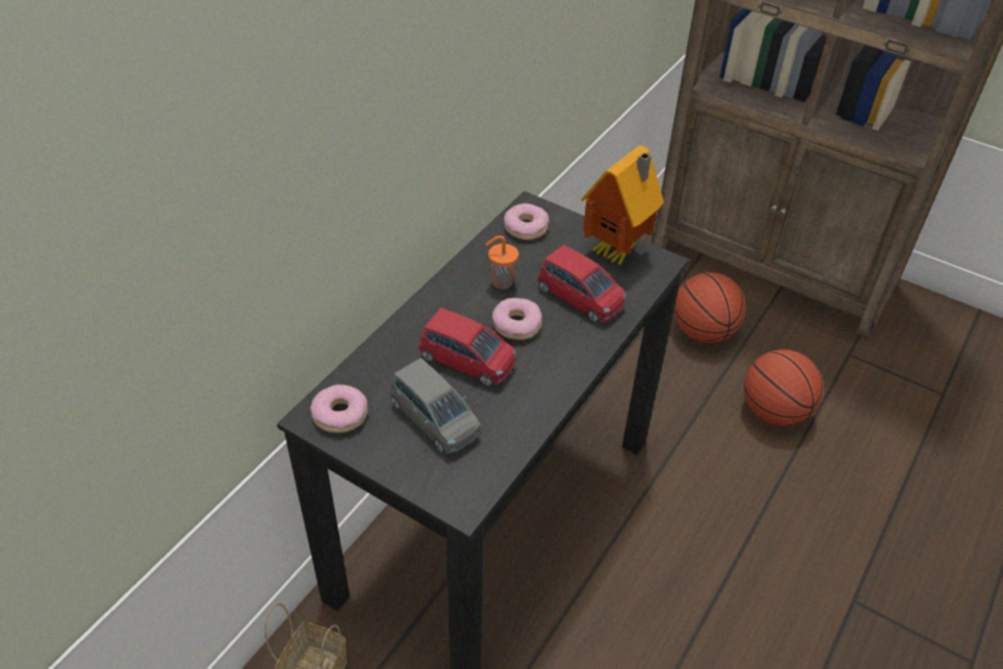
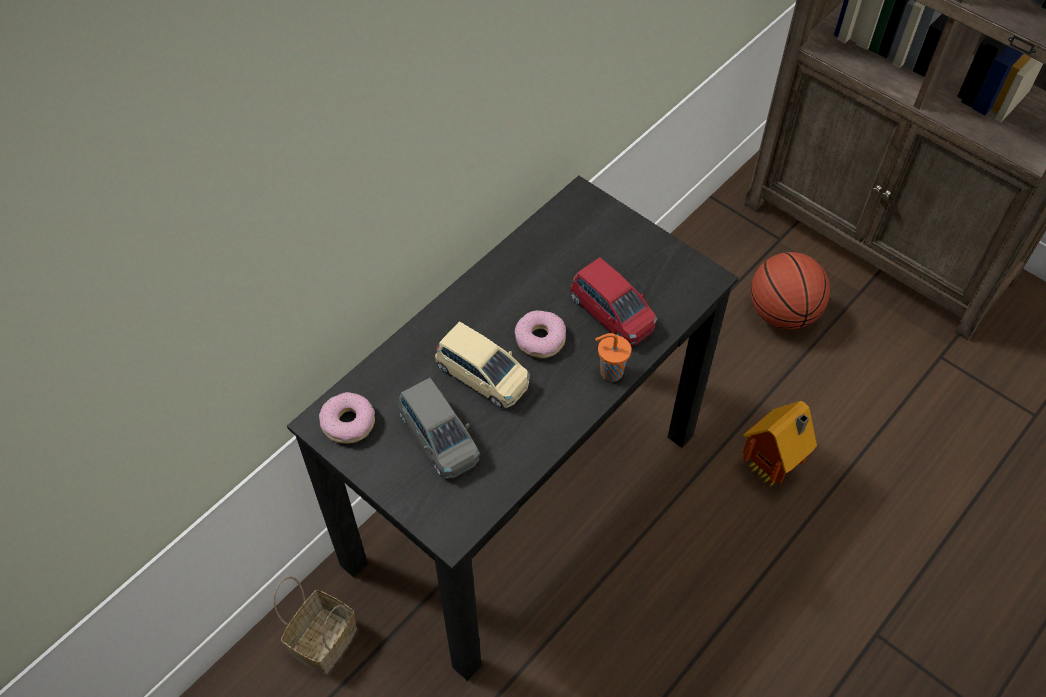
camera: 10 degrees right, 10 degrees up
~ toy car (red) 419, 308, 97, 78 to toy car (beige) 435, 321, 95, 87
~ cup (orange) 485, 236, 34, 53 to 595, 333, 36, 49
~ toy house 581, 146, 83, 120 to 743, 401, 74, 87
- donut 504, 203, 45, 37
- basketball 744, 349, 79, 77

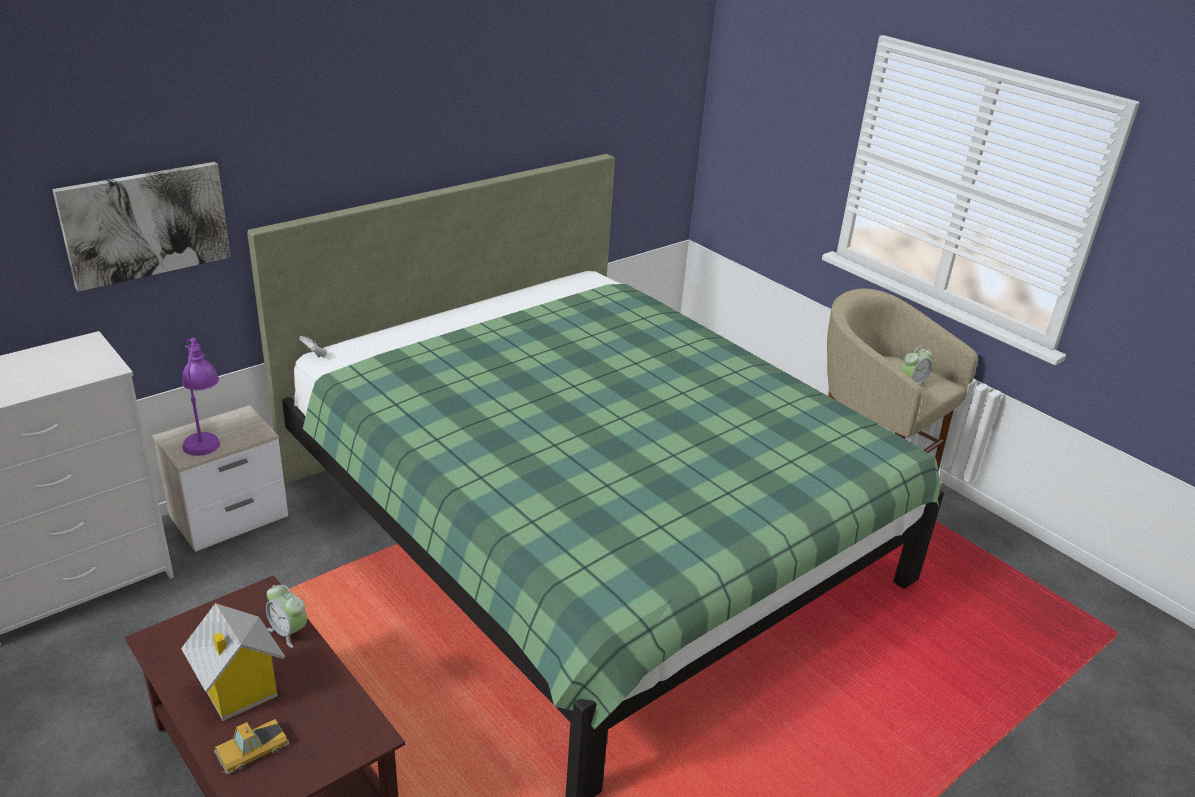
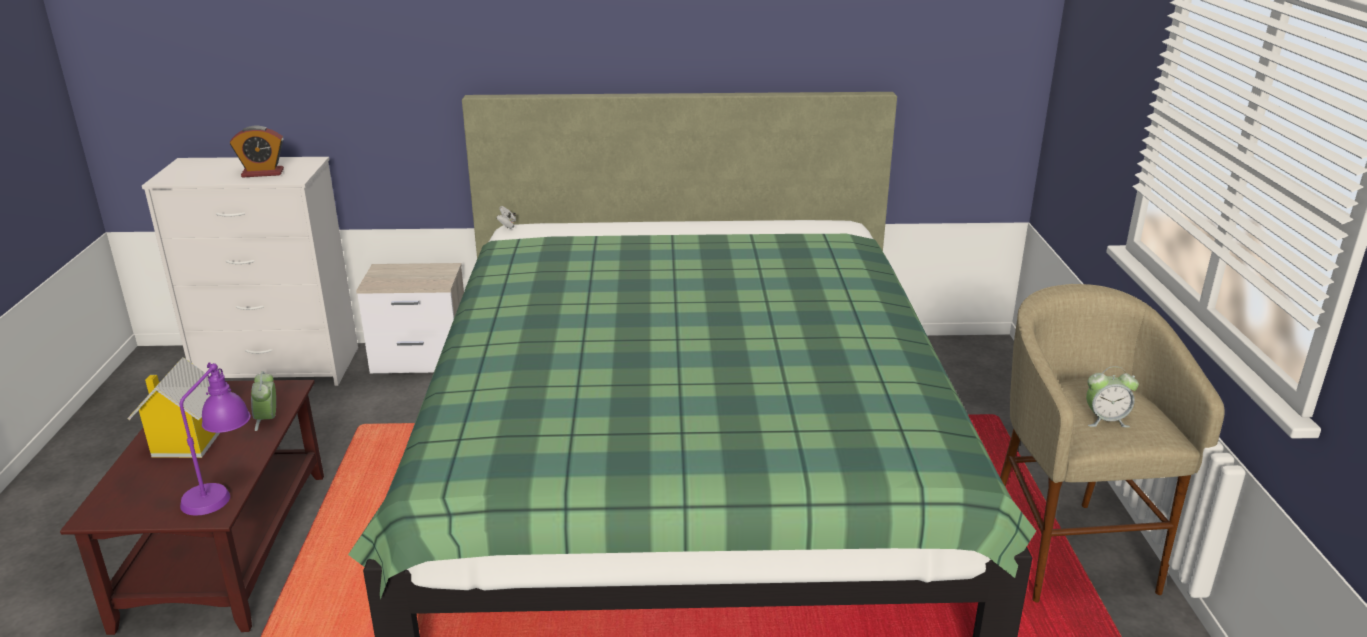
camera: 40 degrees right, 5 degrees down
~ table lamp (purple) 182, 338, 38, 118 to 180, 362, 71, 154
+ alarm clock 230, 125, 54, 53
- picture 52, 162, 179, 130
- toy car 214, 719, 75, 56

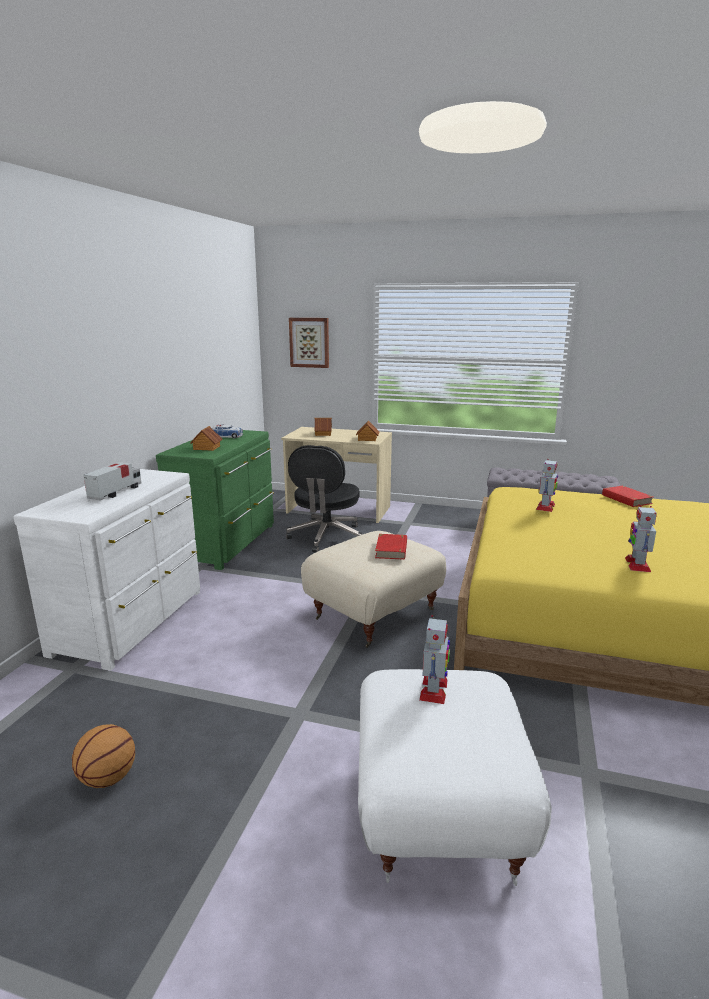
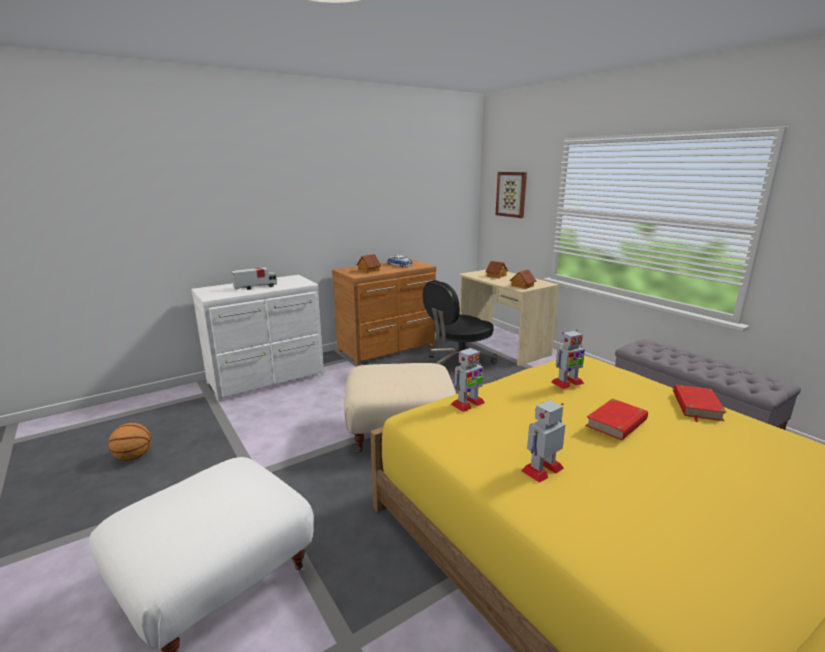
camera: 40 degrees right, 0 degrees up
~ dresser (green) 156, 430, 118, 140 to dresser (brown) 332, 259, 104, 106
~ toy robot 419, 615, 31, 89 to 451, 346, 34, 66
~ book (red) 375, 534, 32, 26 to 585, 399, 63, 41

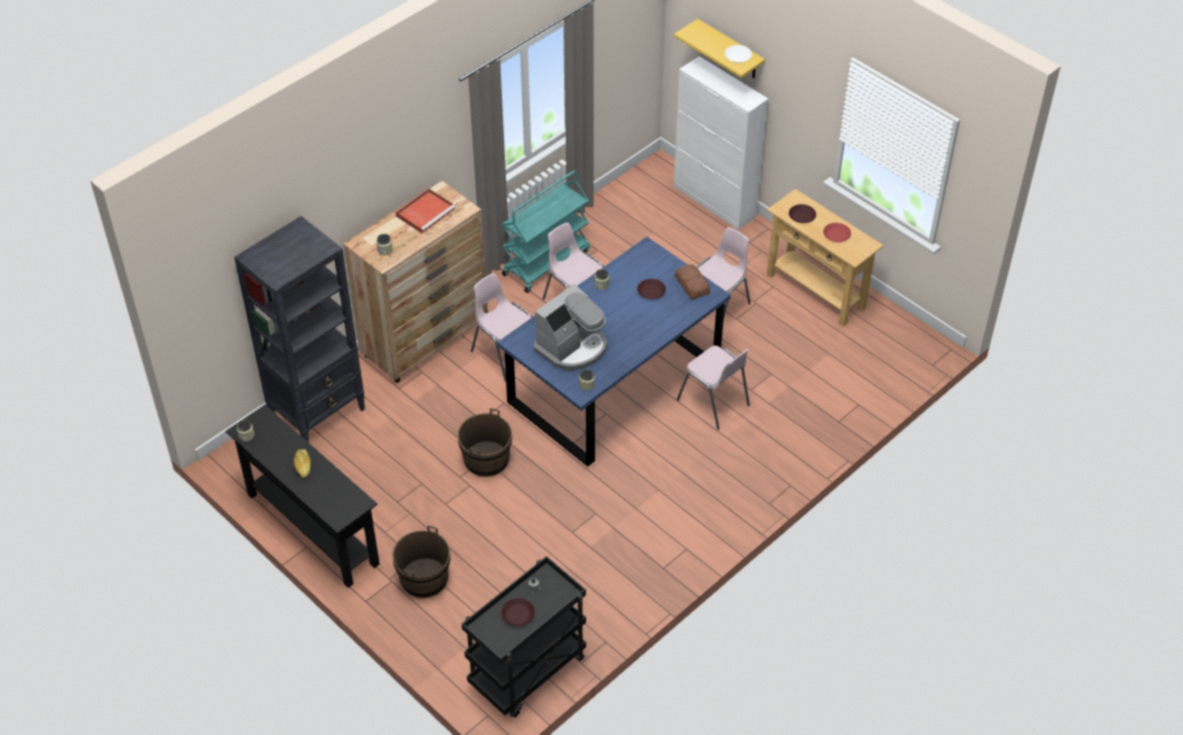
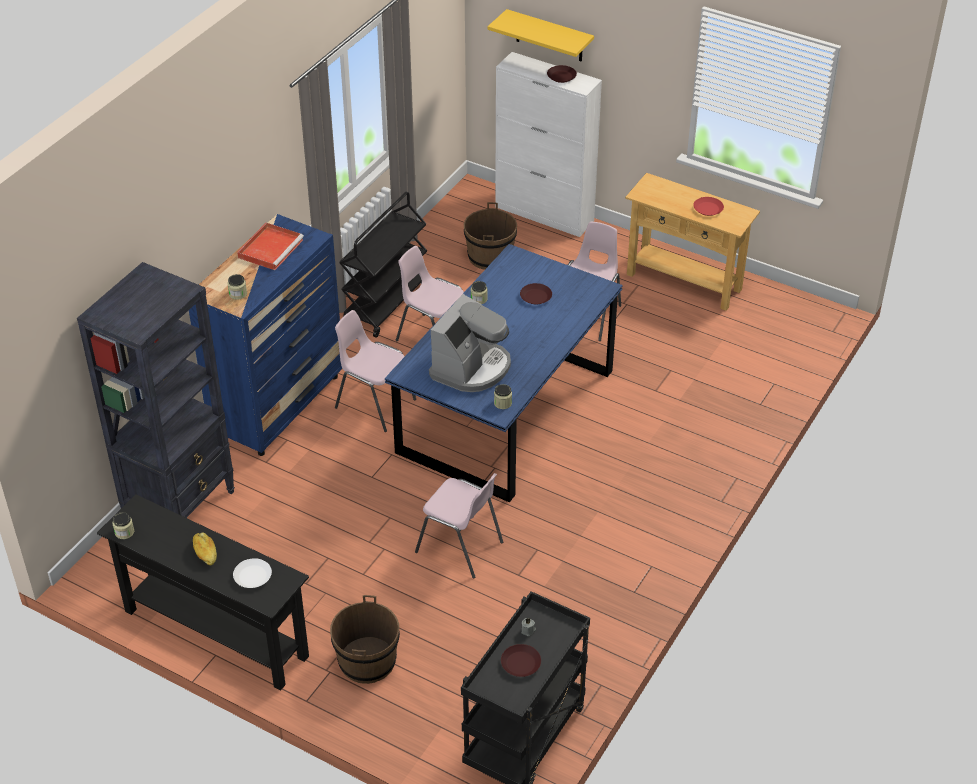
camera: 15 degrees left, 5 degrees down
~ dresser (brown) 343, 181, 145, 201 to dresser (blue) 189, 214, 154, 242
~ plate (white) 725, 45, 27, 18 to 233, 558, 39, 30
~ cart (turquoise) 502, 171, 88, 122 to cart (black) 339, 192, 88, 146
~ chair (pink) 677, 346, 73, 84 to 415, 473, 88, 105
~ bucket (brown) 457, 408, 55, 69 to 464, 202, 53, 68
~ plate (brown) 789, 204, 27, 19 to 547, 65, 30, 18
- bread 675, 264, 35, 36

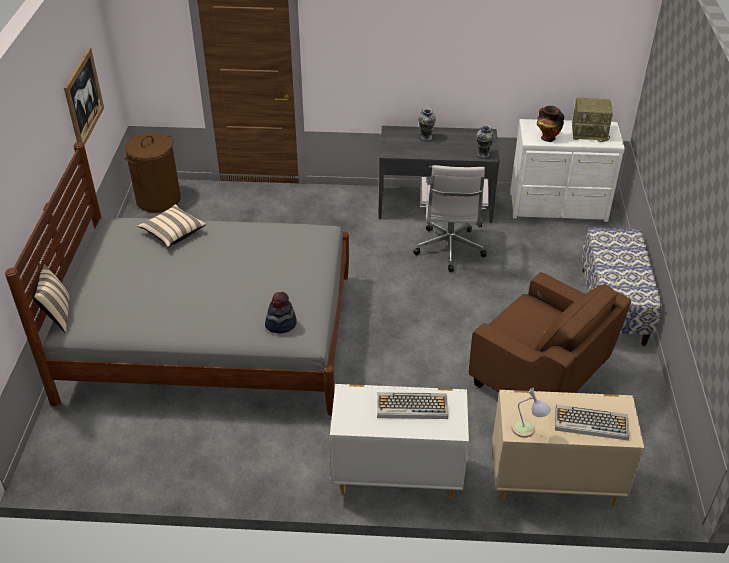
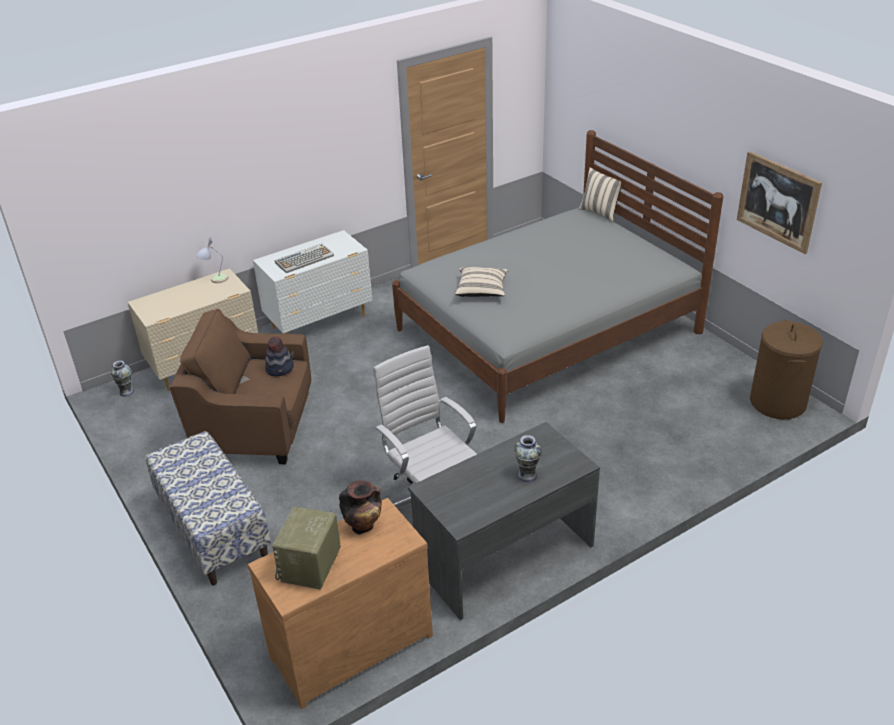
camera: 145 degrees right, 5 degrees down
~ vase 476, 125, 19, 34 to 111, 360, 23, 37
~ dresser (white) 510, 119, 115, 103 to dresser (brown) 248, 498, 185, 211
~ hat 265, 292, 32, 42 to 265, 336, 29, 41
~ radio 572, 98, 41, 44 = 272, 507, 69, 83 45 degrees counterclockwise
~ pillow (beige) 137, 204, 69, 43 to 455, 267, 53, 30
- keyboard 555, 404, 74, 36

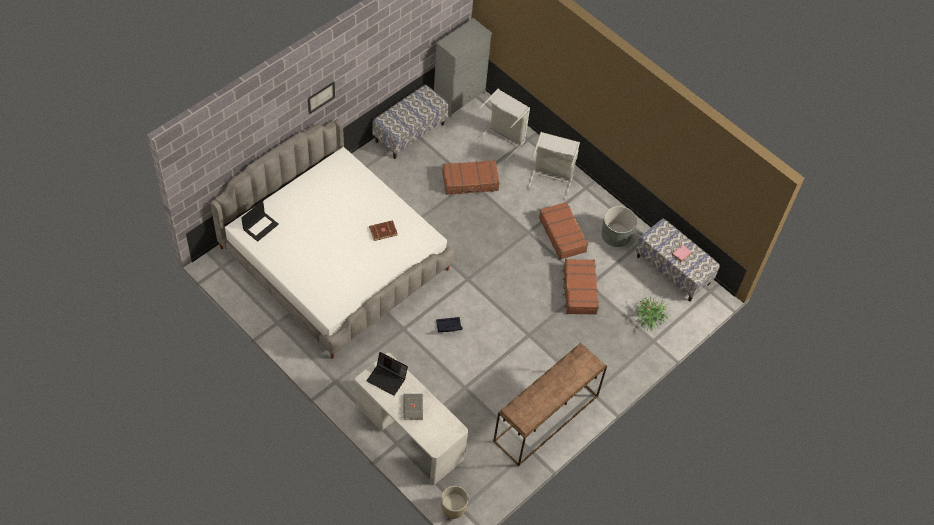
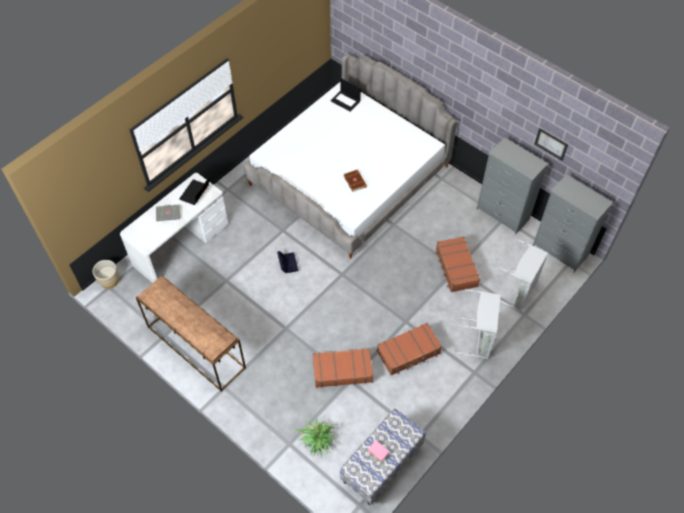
camera: 90 degrees right, 0 degrees up
~ bench 372, 85, 76, 74 to dresser (grey) 477, 137, 71, 98
~ picture 308, 81, 27, 33 to 535, 128, 33, 33
- planter (grey) 602, 206, 35, 41

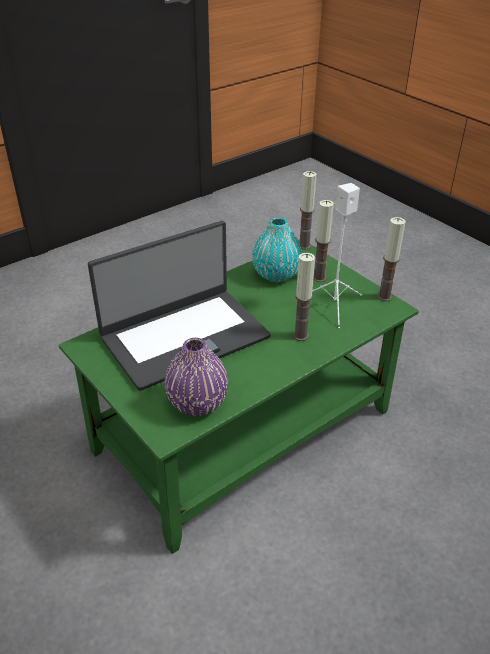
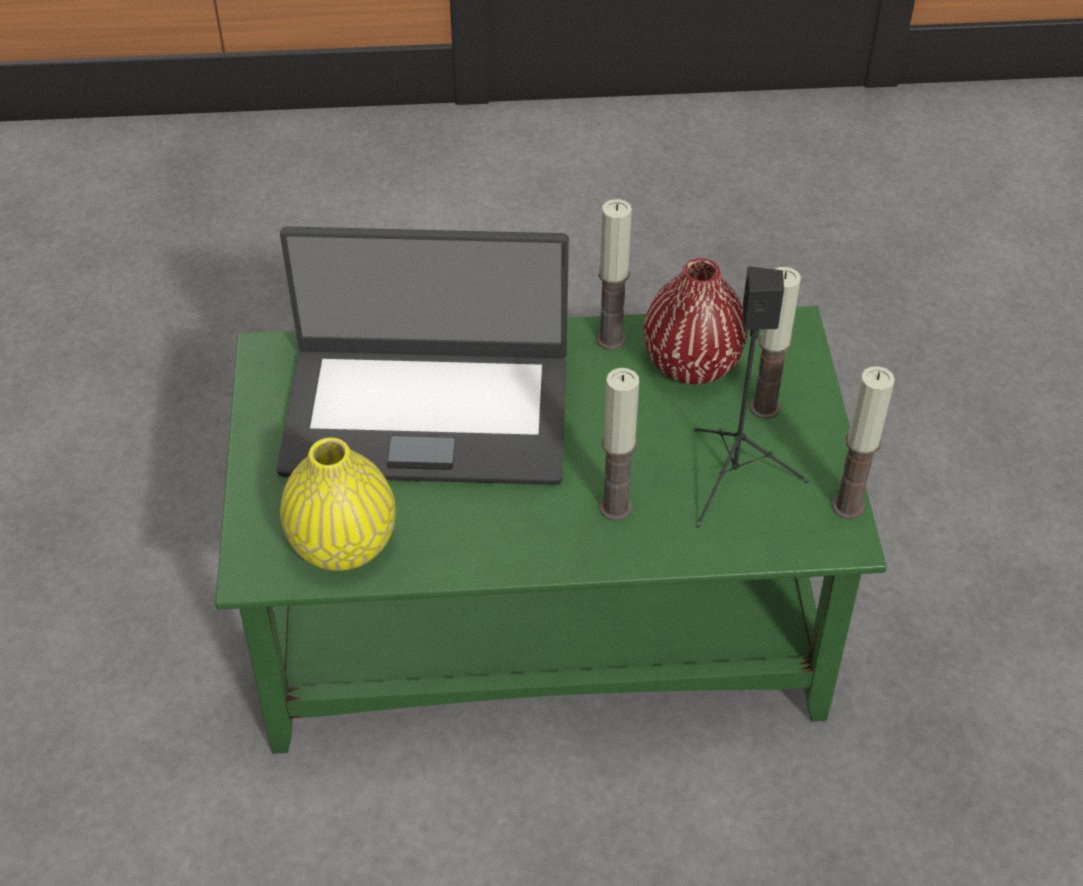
camera: 35 degrees right, 10 degrees up
~ vase (purple) 165, 338, 63, 78 to vase (yellow) 280, 438, 116, 133
~ candle 300, 171, 17, 79 to 596, 199, 36, 151
~ vase (turquoise) 252, 217, 50, 65 to vase (red) 644, 258, 104, 126
~ speaker (white) 312, 183, 50, 145 to speaker (black) 694, 266, 115, 262

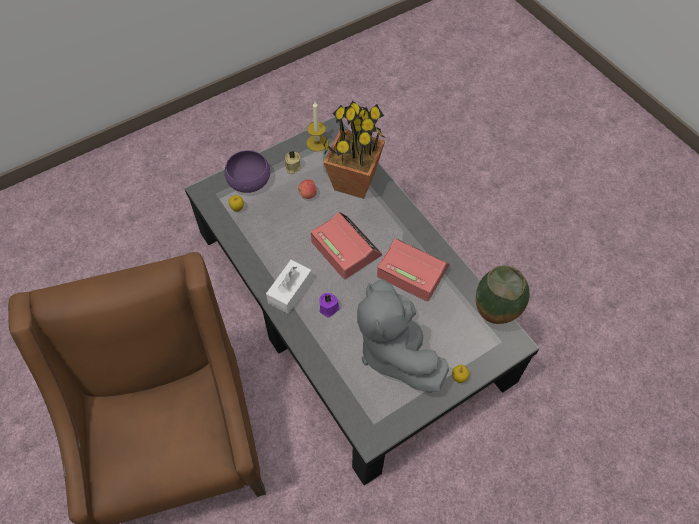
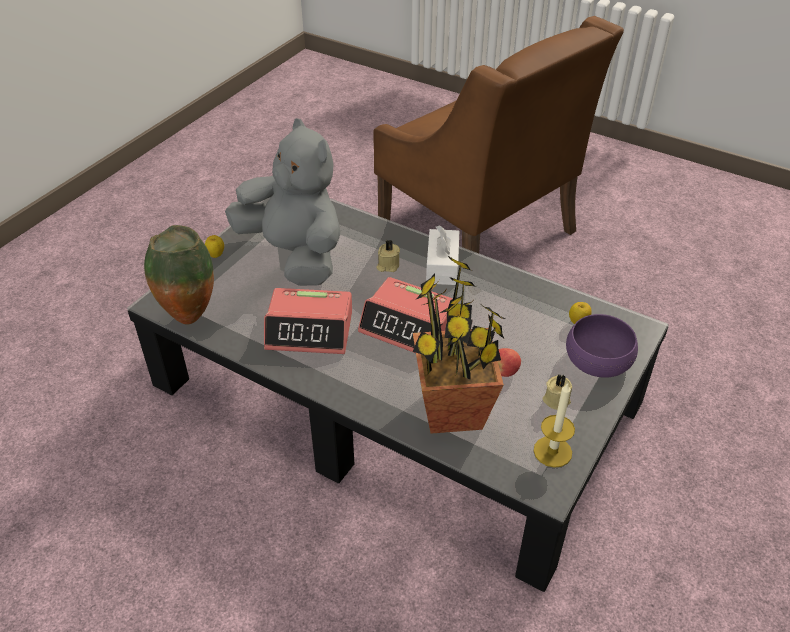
camera: 155 degrees right, 15 degrees down
~ candle (purple) 319, 293, 21, 24 to candle (beige) 376, 240, 24, 32

